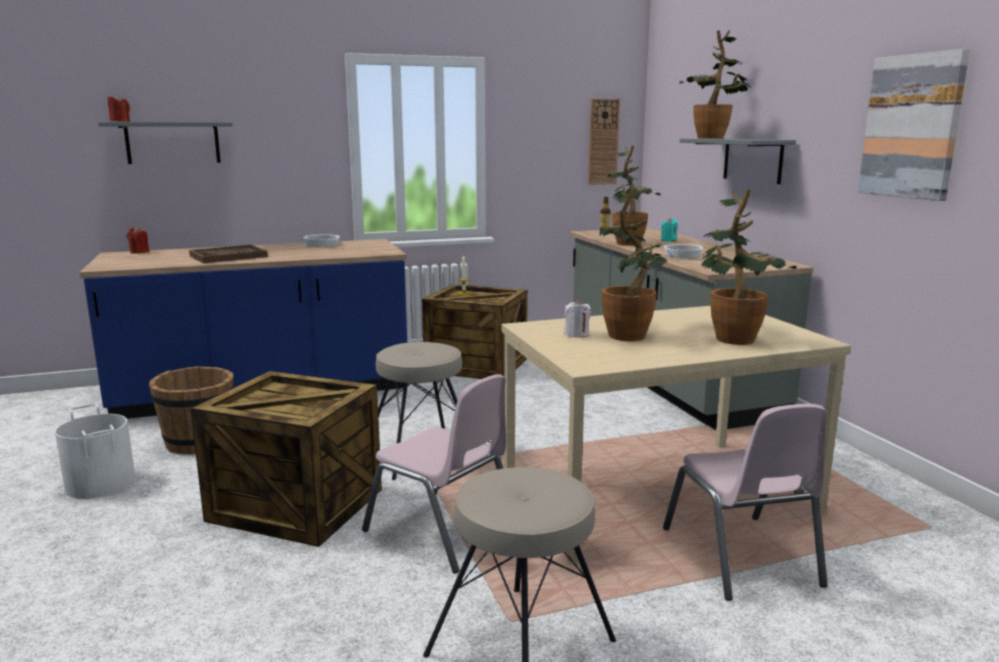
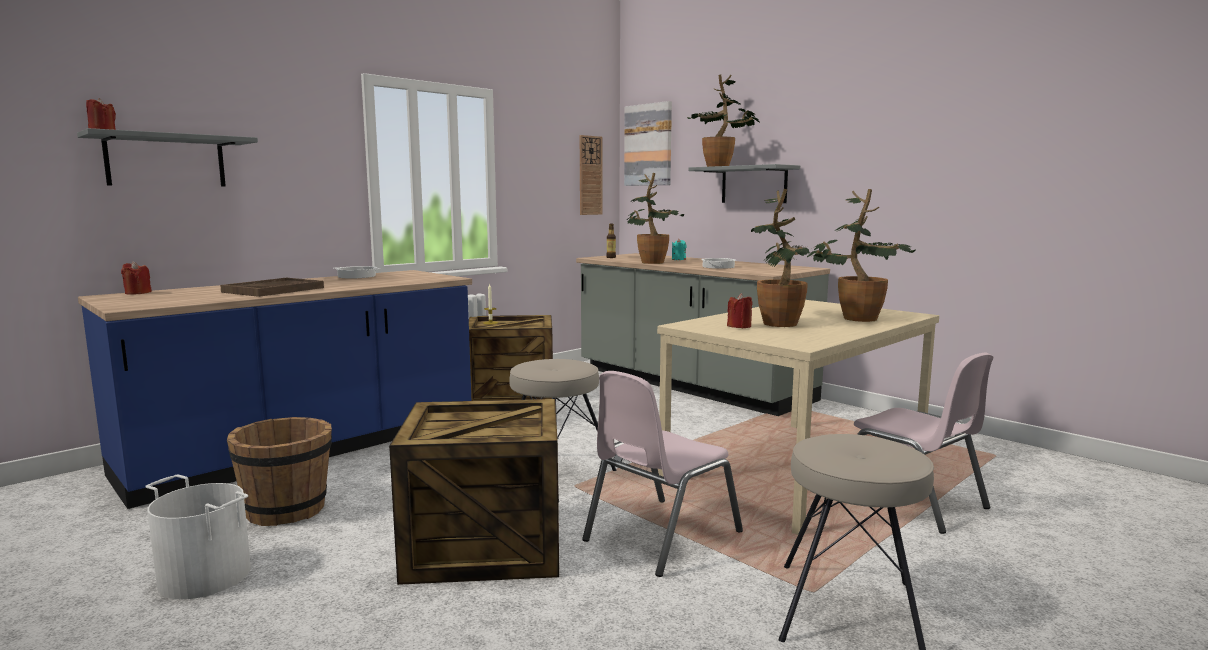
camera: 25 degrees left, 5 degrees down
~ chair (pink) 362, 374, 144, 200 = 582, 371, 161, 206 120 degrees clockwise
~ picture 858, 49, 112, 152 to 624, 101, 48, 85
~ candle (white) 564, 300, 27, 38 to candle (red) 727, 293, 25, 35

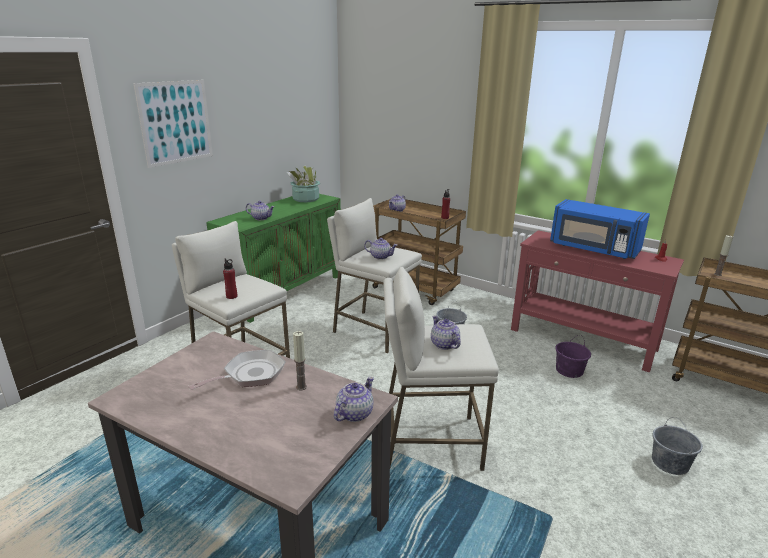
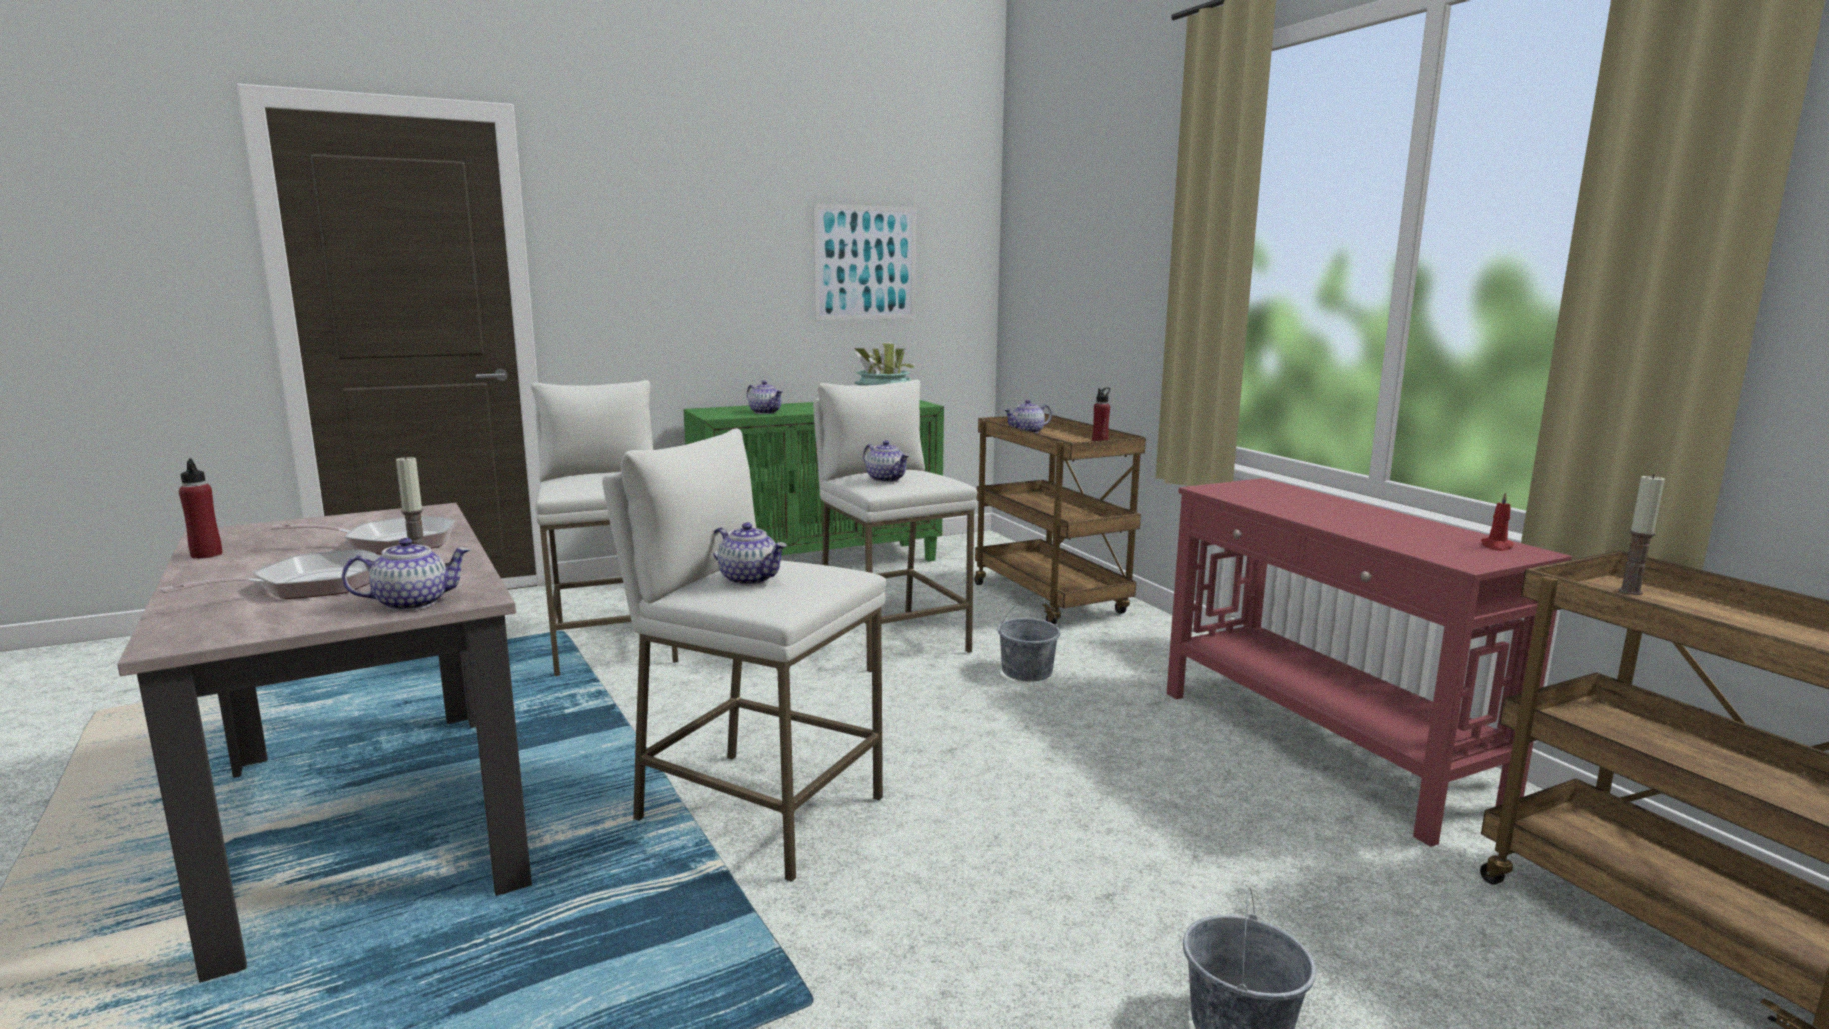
camera: 30 degrees right, 10 degrees down
+ frying pan 159, 549, 221, 50
~ bottle (red) 223, 258, 14, 41 to 179, 458, 43, 101
~ teapot 431, 316, 30, 34 = 713, 522, 74, 64 120 degrees clockwise
~ picture 134, 80, 79, 88 to 813, 204, 103, 116
- microwave (blue) 550, 199, 100, 60
- bucket (purple) 555, 335, 36, 43

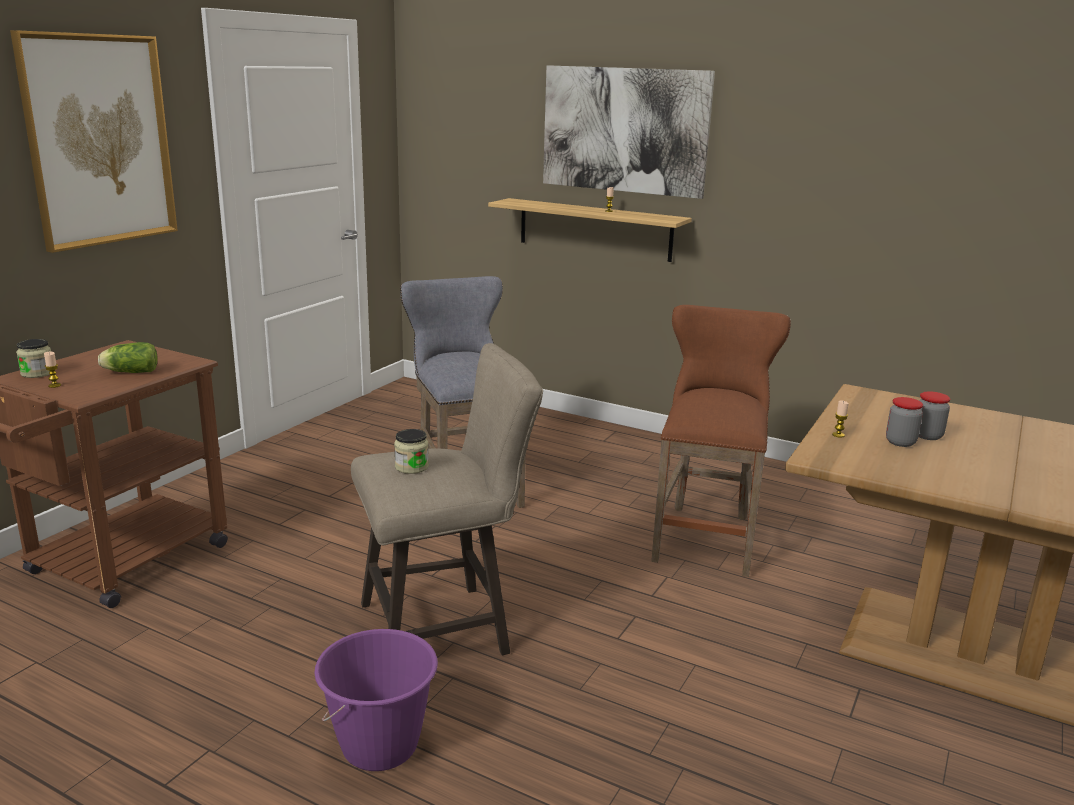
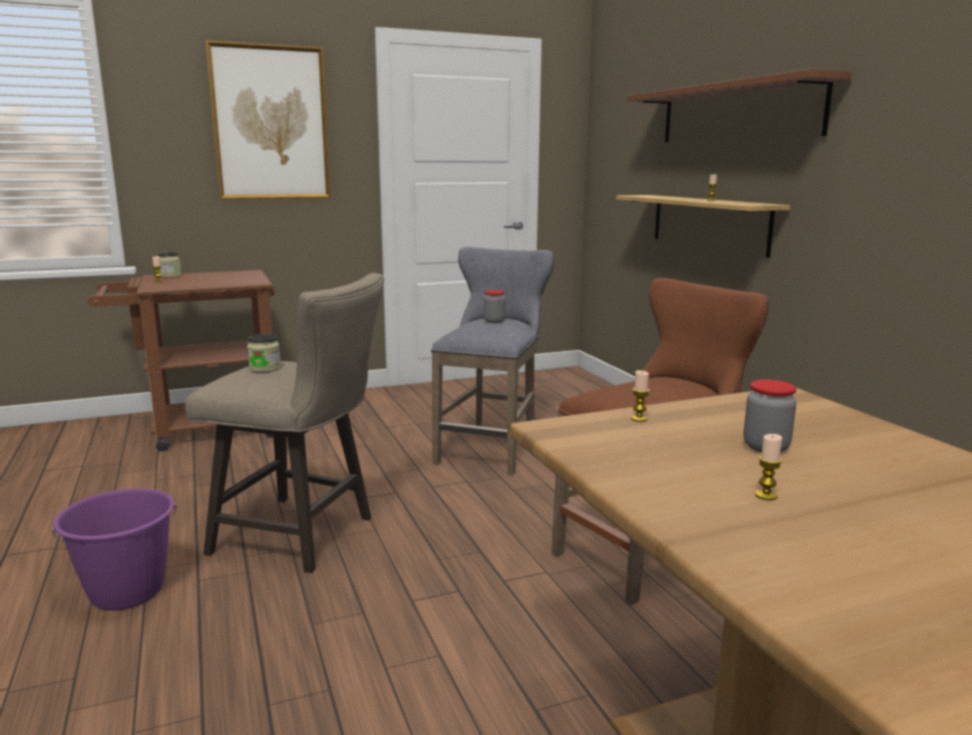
camera: 40 degrees right, 5 degrees down
~ jar 886, 397, 37, 50 to 484, 290, 21, 33
~ picture 543, 65, 172, 134 to shelf (brown) 627, 68, 225, 74
+ candle 755, 434, 27, 66
- lettuce 98, 342, 60, 31

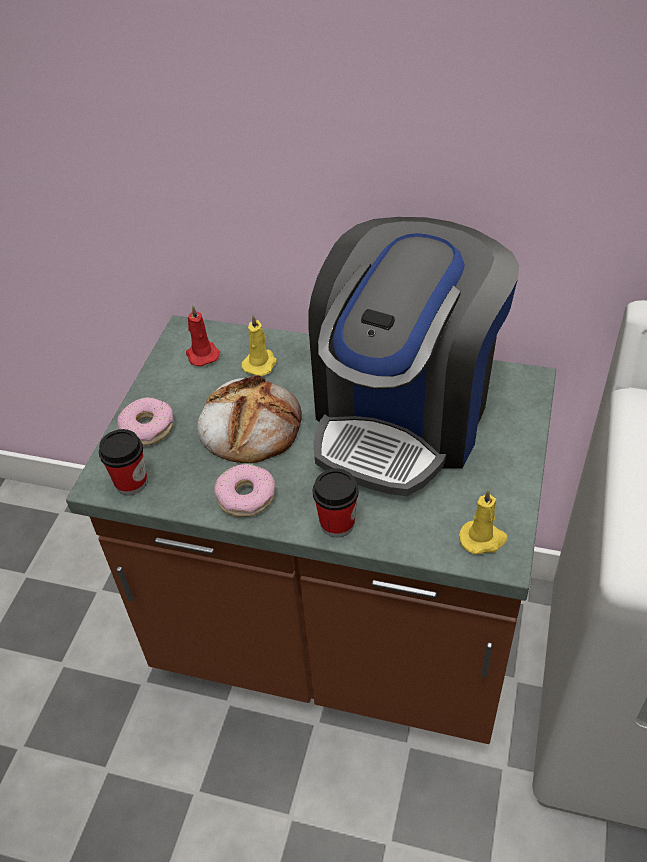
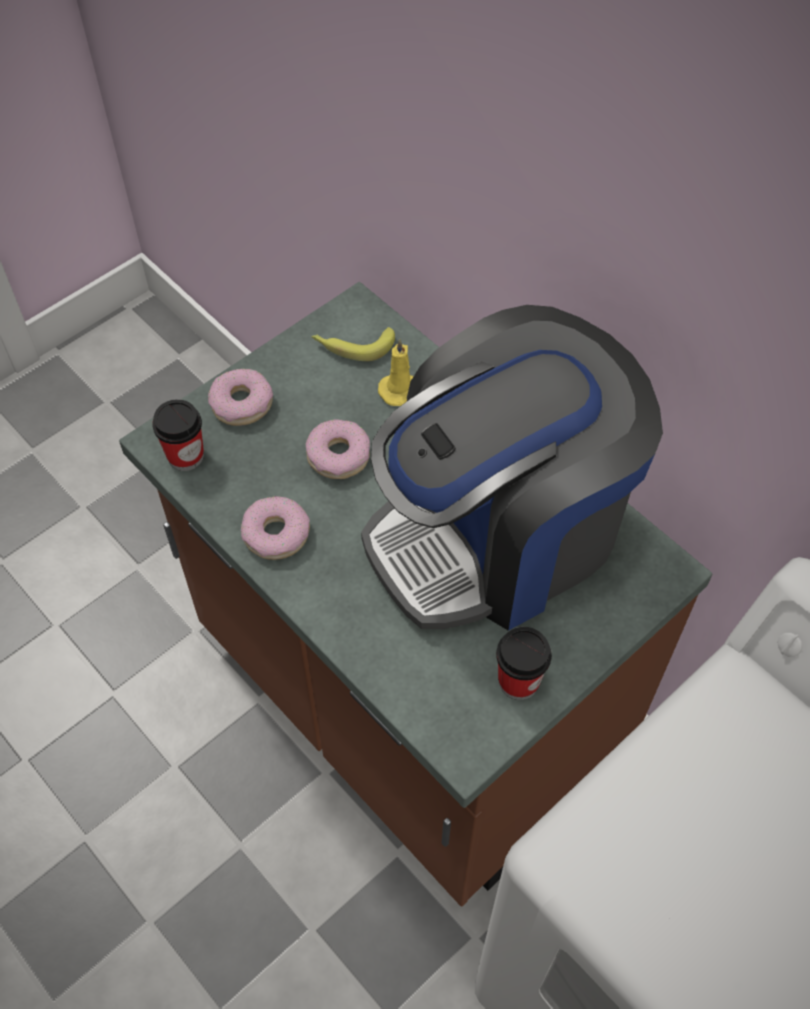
camera: 30 degrees right, 10 degrees up
~ bread 197, 375, 105, 89 to donut 306, 419, 64, 60
~ candle (red) 186, 306, 34, 60 to banana 311, 327, 84, 34
~ cup 312, 468, 47, 69 to 496, 627, 56, 73
- candle (yellow) 459, 489, 49, 66

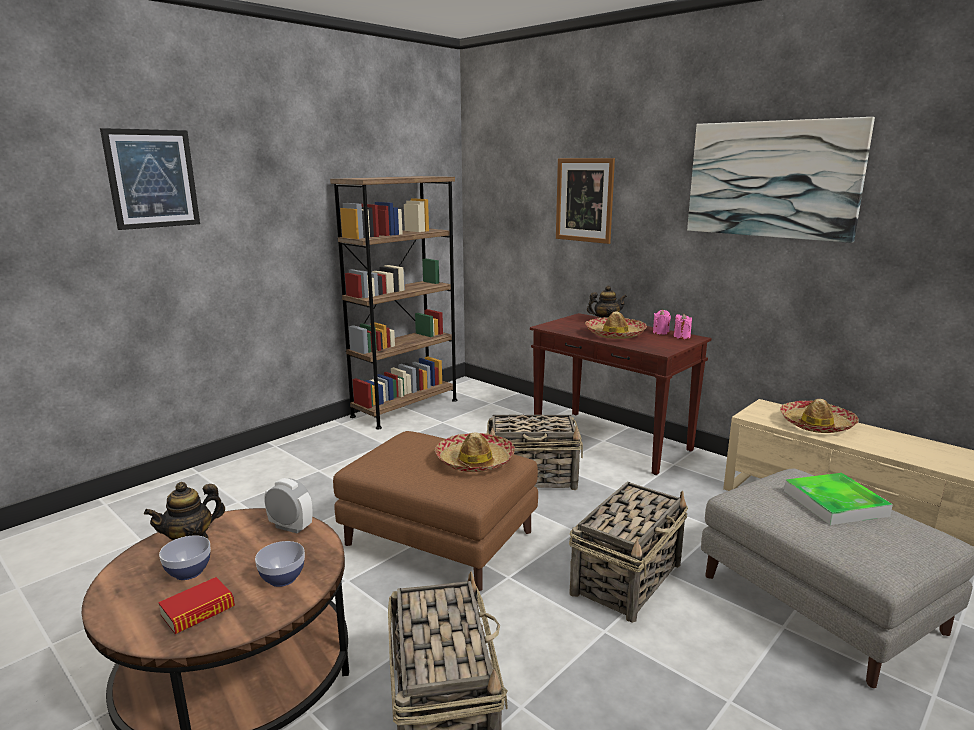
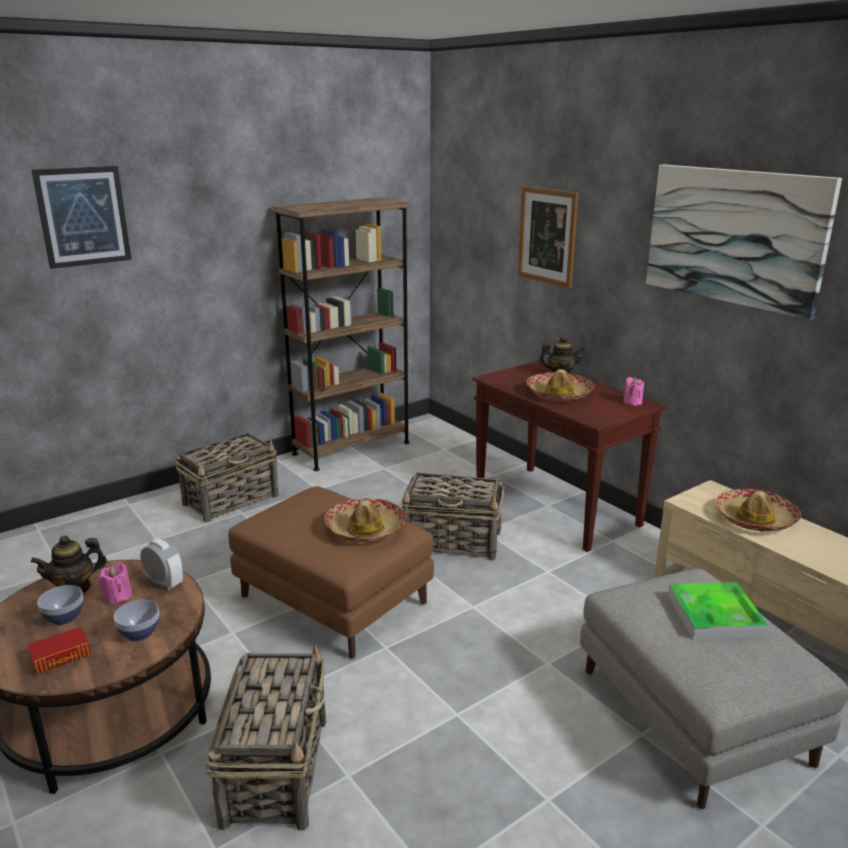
camera: 10 degrees right, 5 degrees up
~ candle (pink) 653, 310, 18, 25 to 99, 563, 33, 42
~ basket 569, 482, 119, 141 to 175, 433, 104, 90

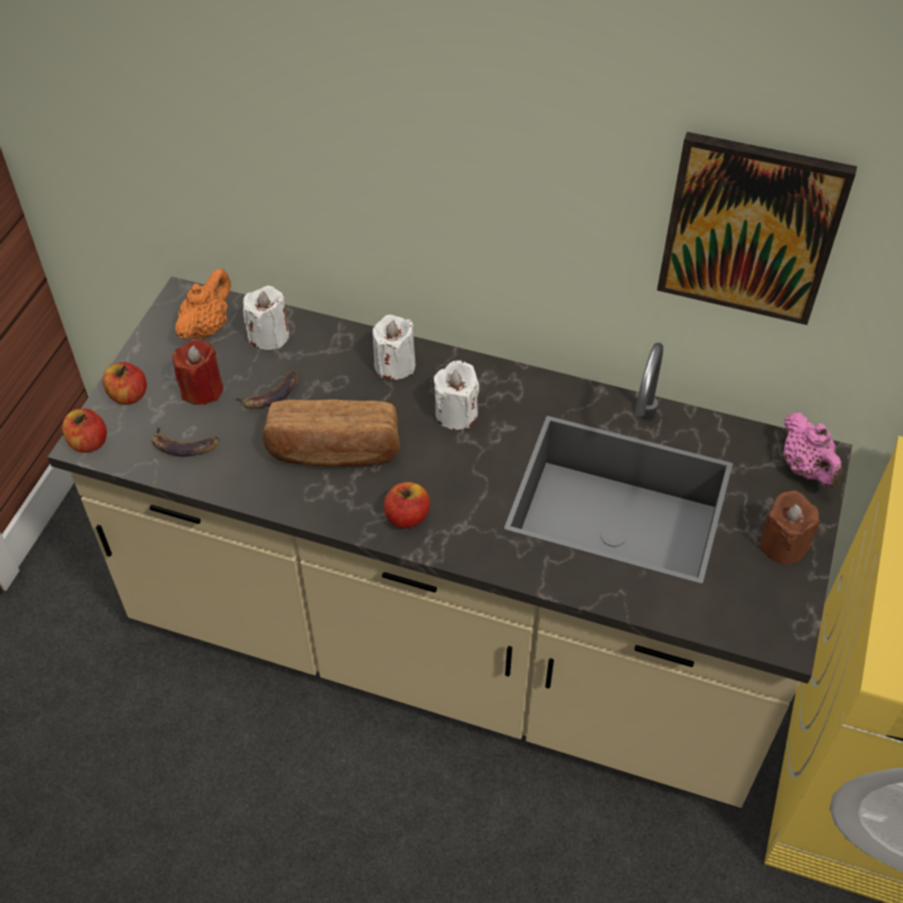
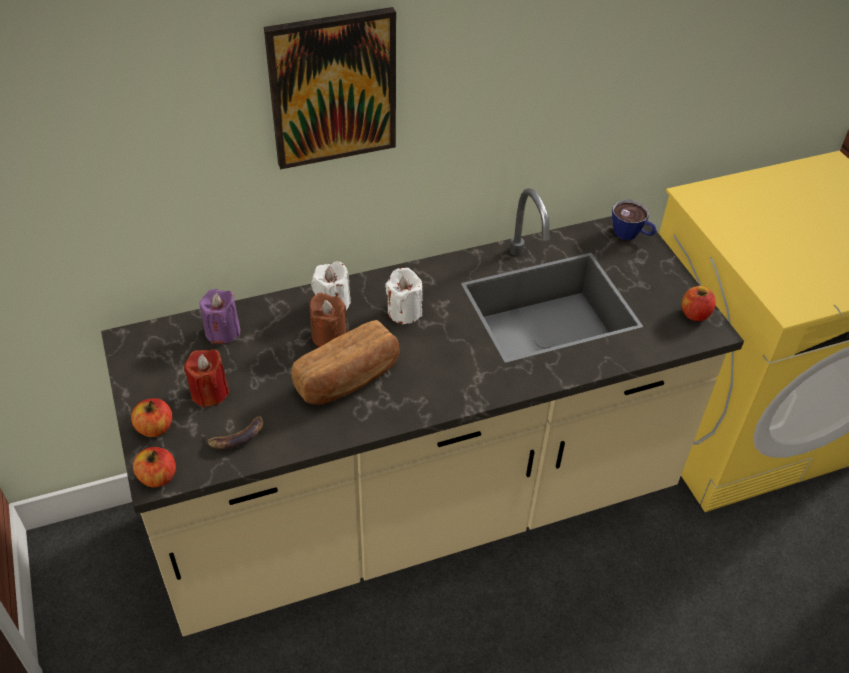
camera: 40 degrees left, 5 degrees down
~ candle (white) 243, 286, 46, 64 to candle (purple) 199, 289, 41, 55
~ picture 657, 132, 200, 193 to 264, 7, 132, 162
~ candle (brown) 760, 490, 60, 74 to 309, 293, 38, 54
~ teapot (pink) 783, 412, 60, 77 to cup 612, 200, 44, 40
~ apple 384, 482, 46, 46 to 682, 286, 34, 35
- teapot (orange) 175, 269, 56, 71
- banana 233, 369, 65, 40

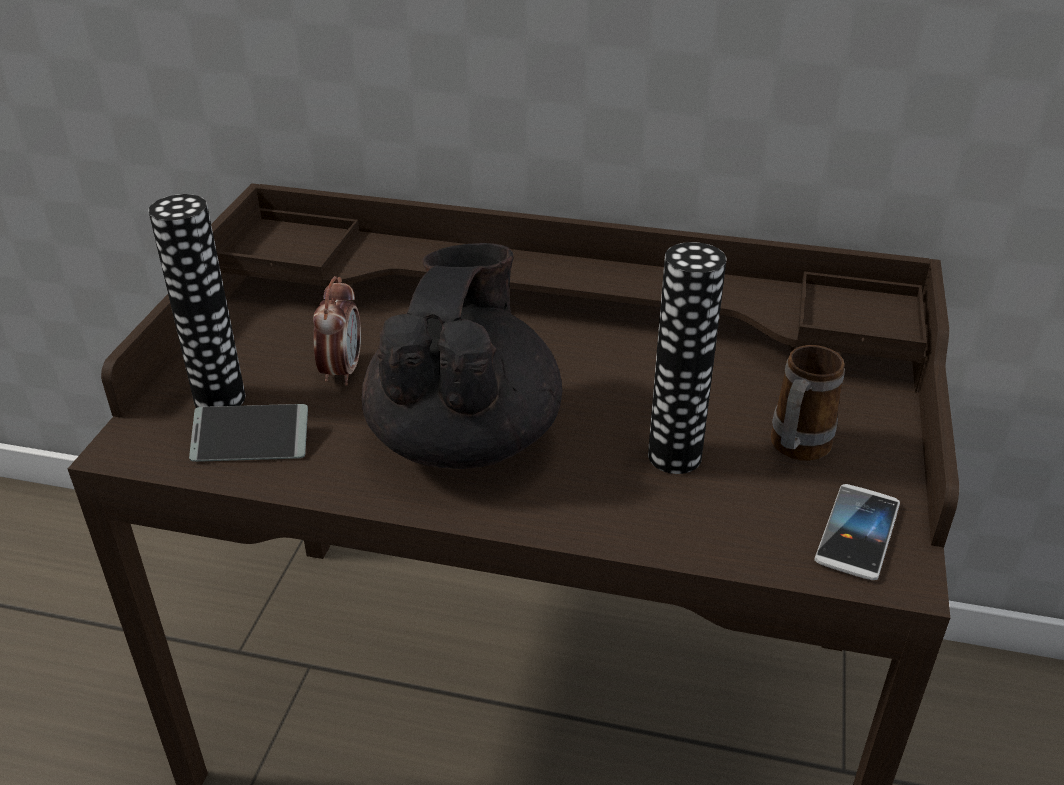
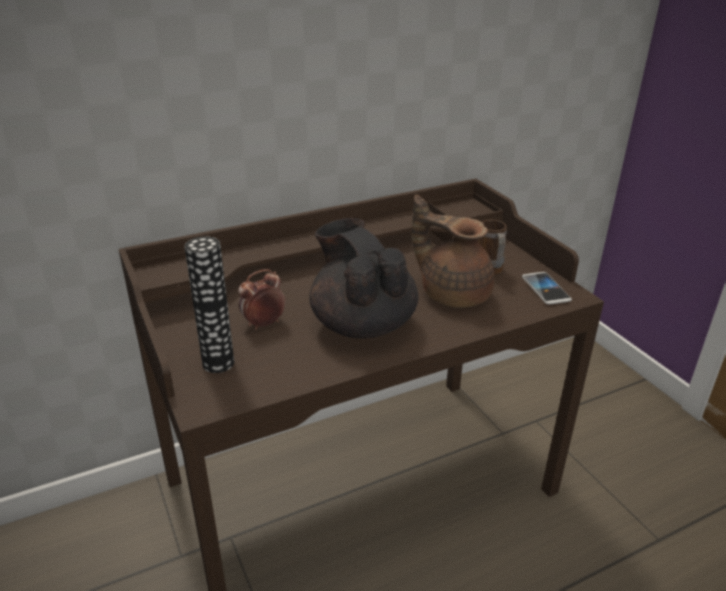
camera: 40 degrees left, 5 degrees down
~ alarm clock 313, 276, 48, 110 = 238, 269, 47, 61 90 degrees counterclockwise
~ vase 648, 242, 79, 232 to teapot (brown) 412, 195, 83, 113
- phone 189, 404, 119, 58

